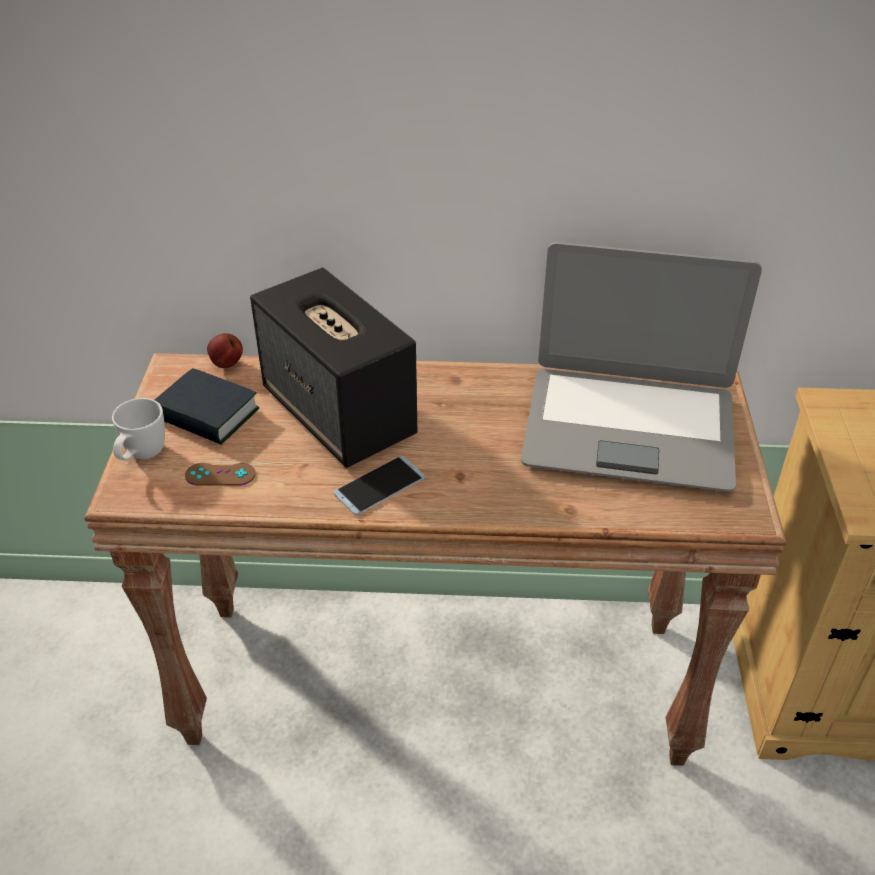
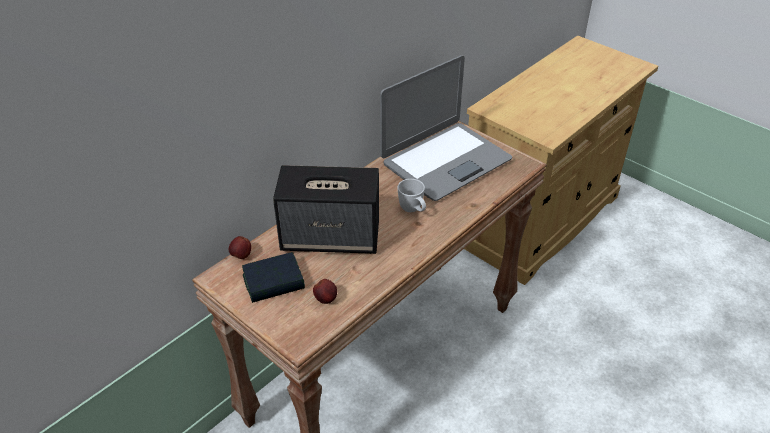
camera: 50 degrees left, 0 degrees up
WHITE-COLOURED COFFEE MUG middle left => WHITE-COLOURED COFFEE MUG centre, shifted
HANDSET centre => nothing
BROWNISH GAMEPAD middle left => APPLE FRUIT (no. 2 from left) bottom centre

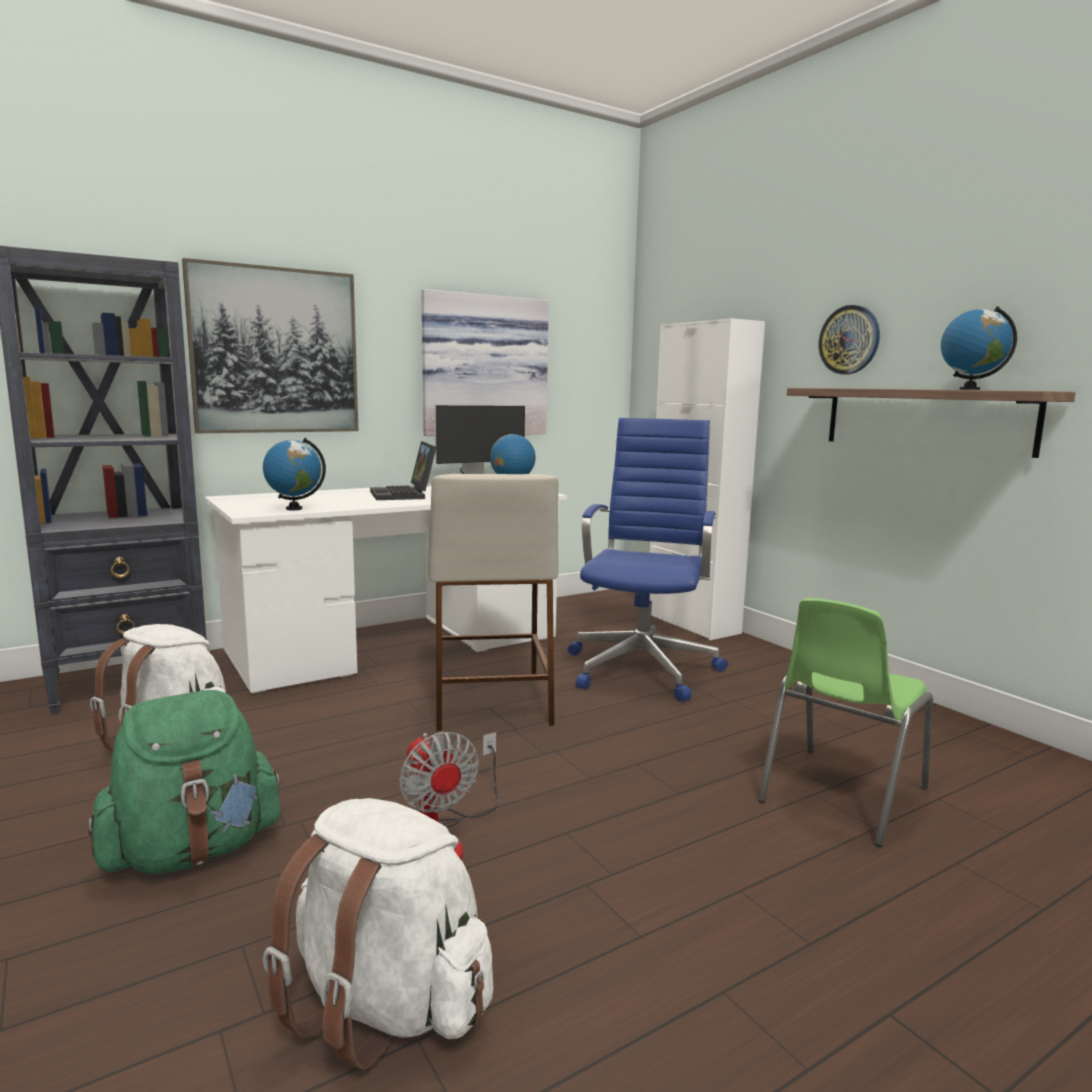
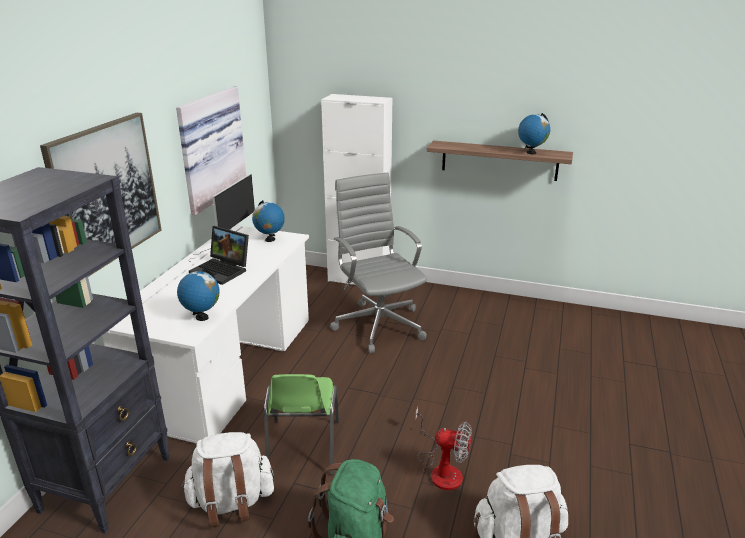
camera: 40 degrees left, 15 degrees up
CLOCK ON THE WALL top right => nothing
BLUE-COLOURED DESK CHAIR centre => GREY DESK CHAIR centre
BEIGE STOOL SEAT centre => nothing
GREEN UPRIGHT CHAIR middle right => GREEN UPRIGHT CHAIR bottom centre, shifted

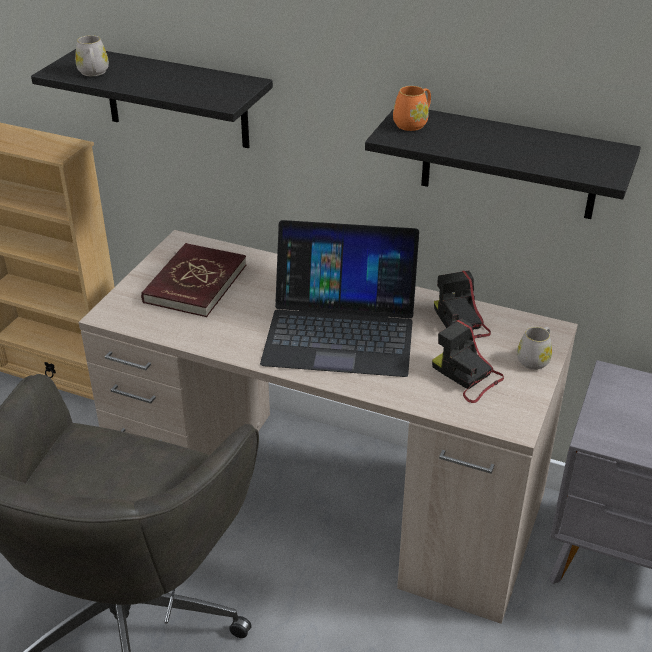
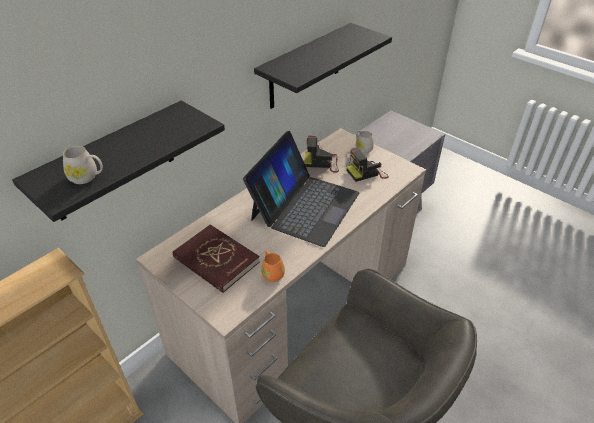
camera: 70 degrees left, 5 degrees up
ORANGE-COLOURED COFFEE MUG top centre => ORANGE-COLOURED COFFEE MUG centre, shifted

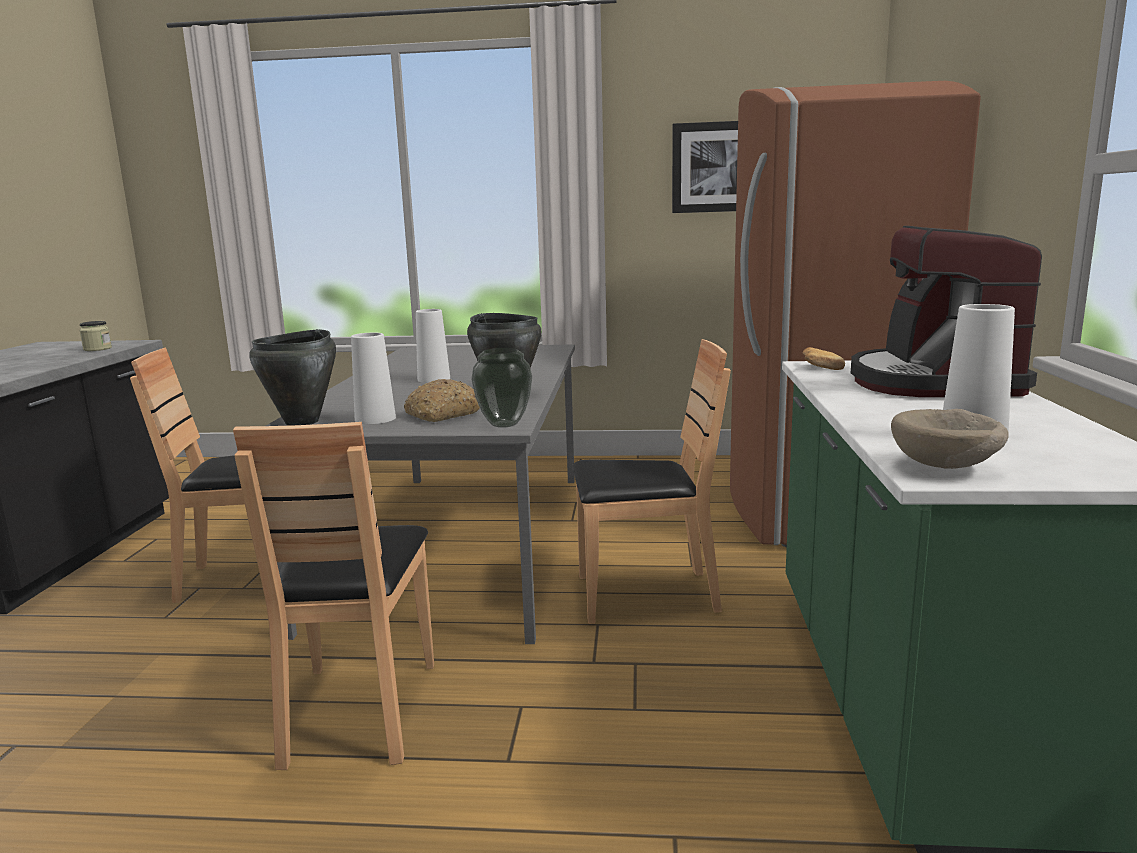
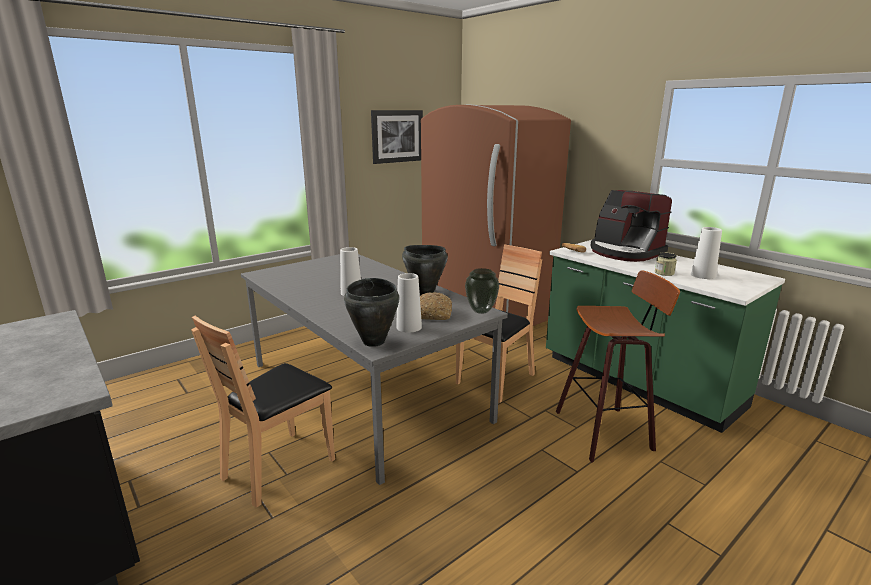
camera: 45 degrees left, 5 degrees up
PRESERVE JAR middle left => PRESERVE JAR middle right, shifted
BEIGE BOWL middle right => nothing
BROWNISH UPRIGHT CHAIR (no. 2 from left) bottom left => nothing
nothing => STOOL SEAT middle right

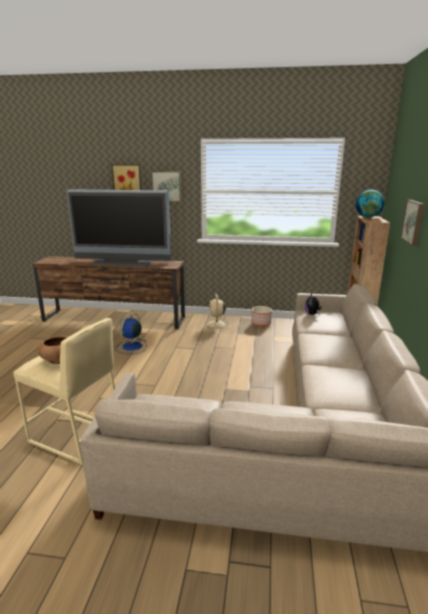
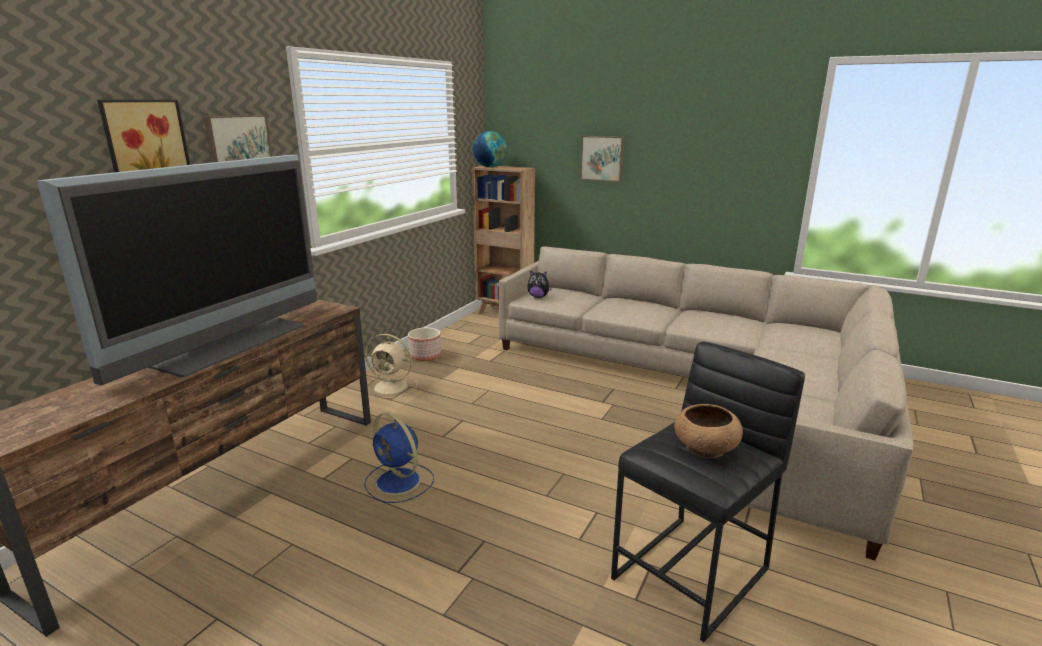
camera: 70 degrees left, 0 degrees up
BEIGE STOOL SEAT middle left => BLACK-COLOURED STOOL SEAT bottom right

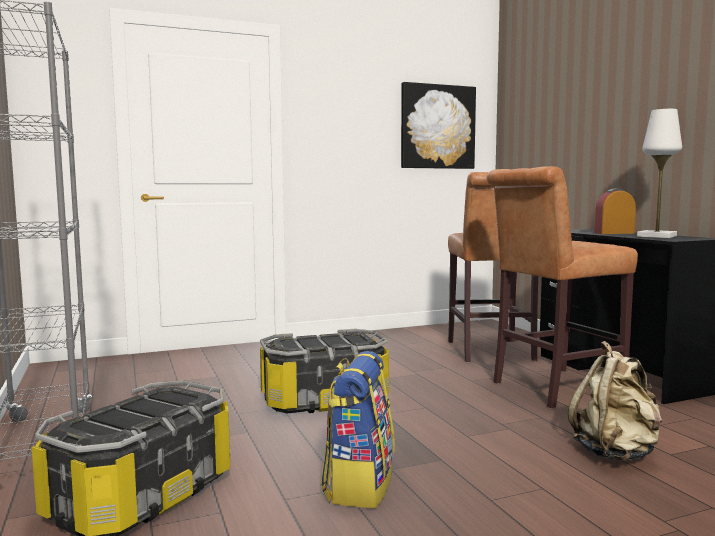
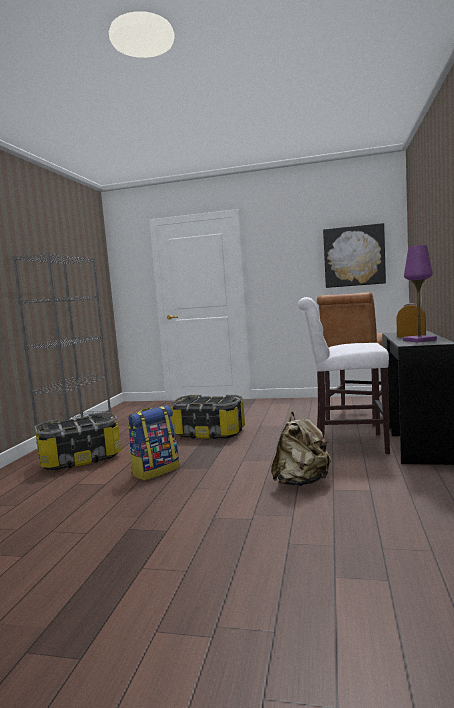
camera: 35 degrees right, 0 degrees up
WHITE-COLOURED TABLETOP LAMP top right => PURPLISH TABLETOP LAMP middle right
BROWNISH STOOL SEAT (no. 2 from left) middle right => WHITE-COLOURED STOOL SEAT middle right

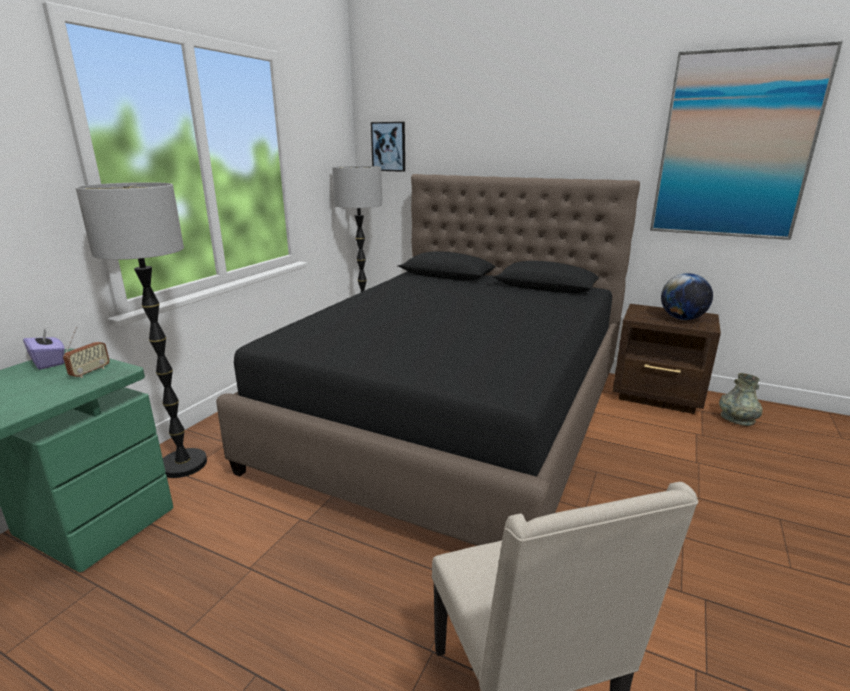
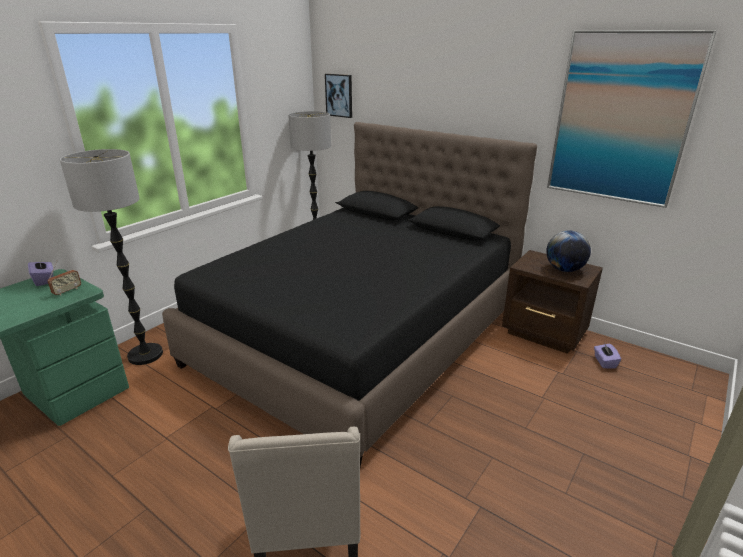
camera: 10 degrees right, 5 degrees up
GREY FLOWER VASE middle right => PURPLISH BOX OF TISSUES (no. 2 from left) middle right

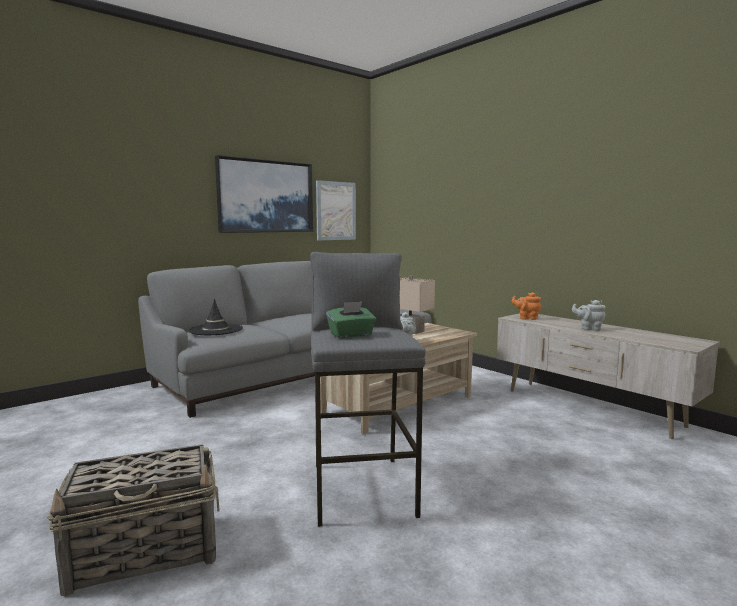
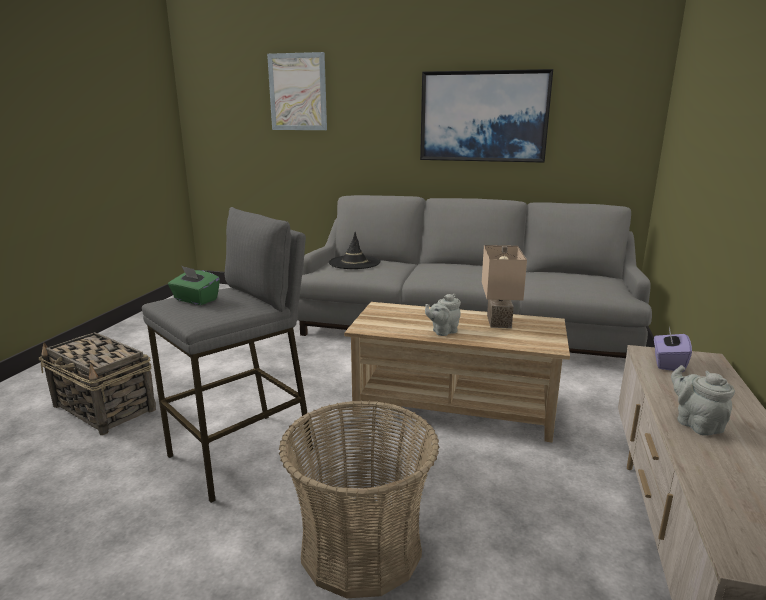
camera: 55 degrees right, 10 degrees up
PICTURE (no. 2 from left in the first image) centre => PICTURE (no. 1 from left) top centre, shifted
ORANGE-COLOURED POT FOR TEA middle right => PURPLISH BOX OF TISSUES middle right
nothing => STORAGE BASKET (no. 2 from left) bottom centre

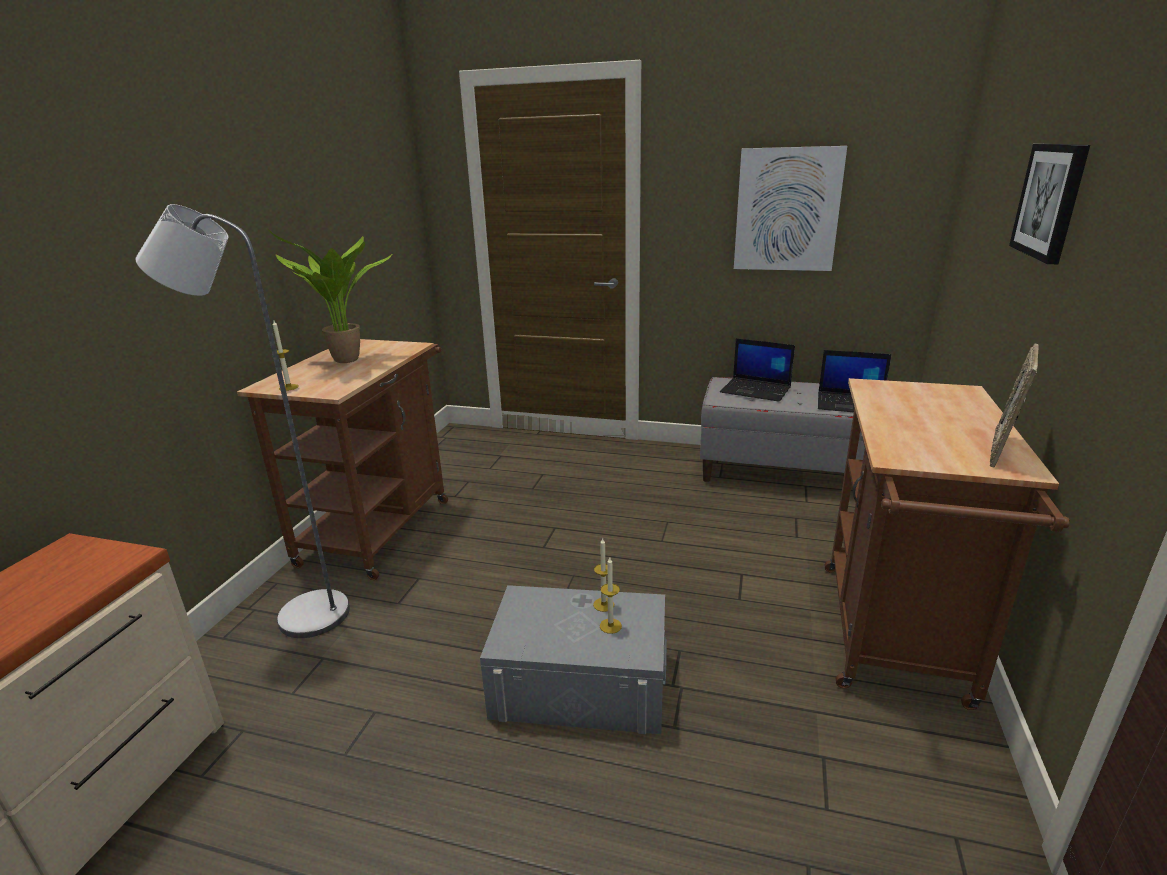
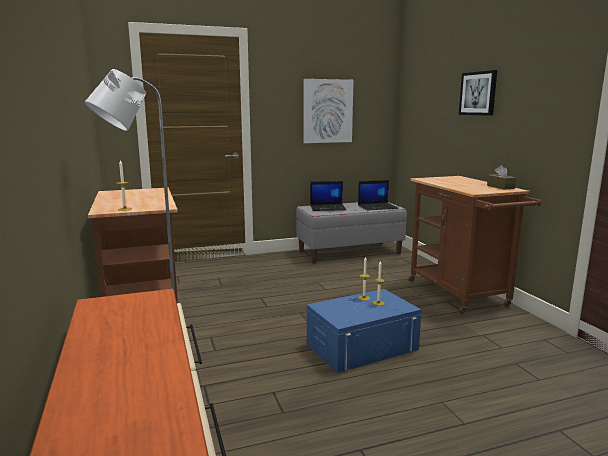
camera: 35 degrees left, 10 degrees down
PLANT IN A POT middle left => nothing
PHOTO FRAME middle right => BROWNISH BOX OF TISSUES middle right
GREY STORAGE BOX bottom centre => BLUE-COLOURED STORAGE BOX bottom centre

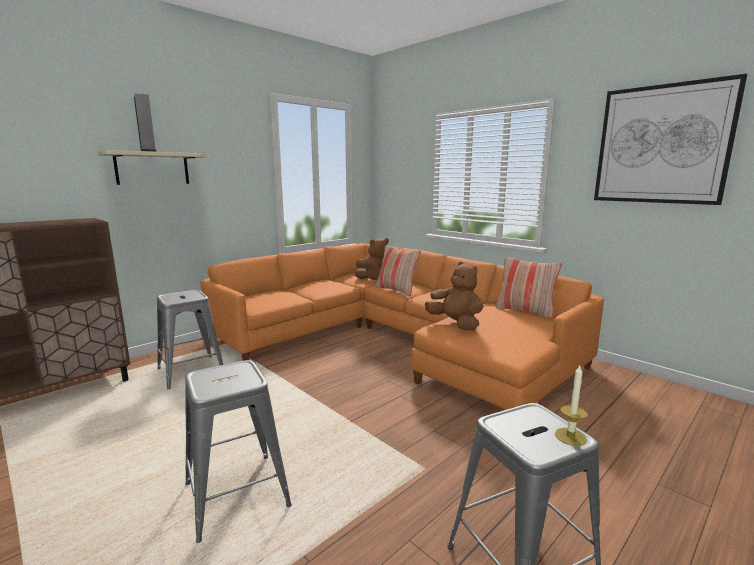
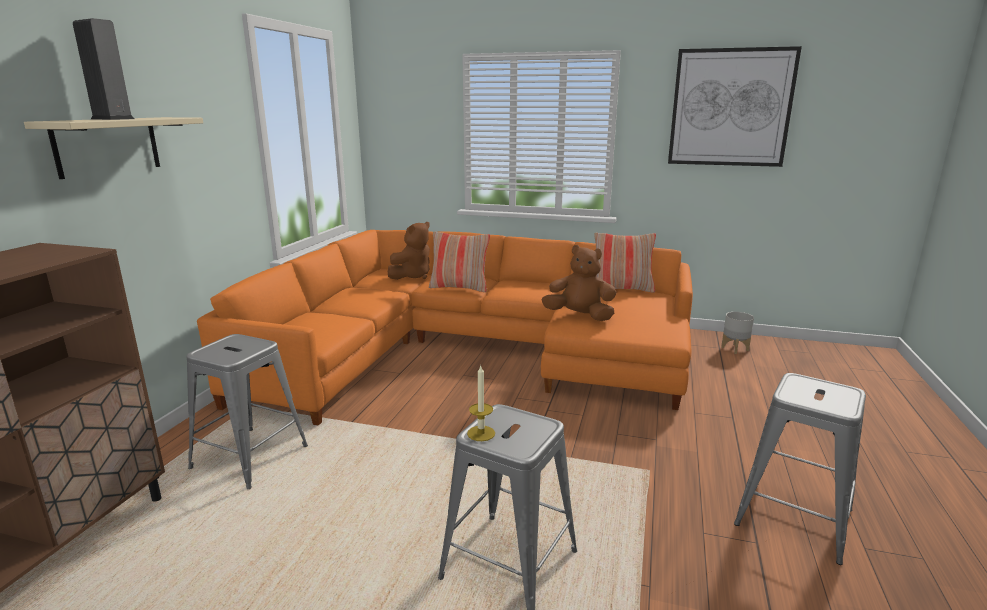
camera: 30 degrees left, 5 degrees up
WAX LIGHT bottom right => WAX LIGHT centre, shifted
nothing => GREY FLOWER POT middle right

